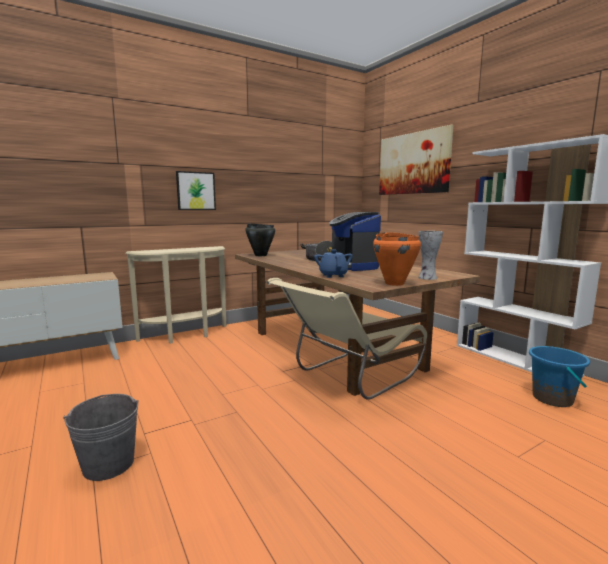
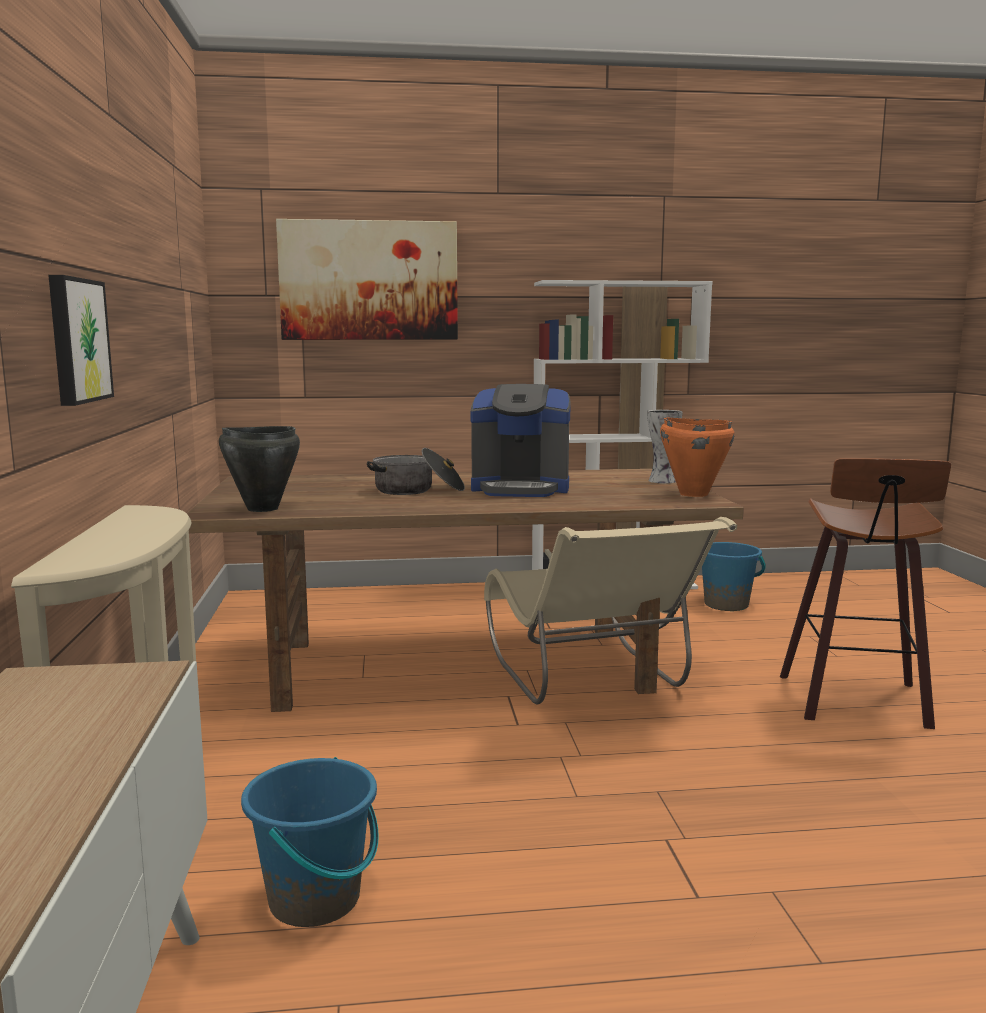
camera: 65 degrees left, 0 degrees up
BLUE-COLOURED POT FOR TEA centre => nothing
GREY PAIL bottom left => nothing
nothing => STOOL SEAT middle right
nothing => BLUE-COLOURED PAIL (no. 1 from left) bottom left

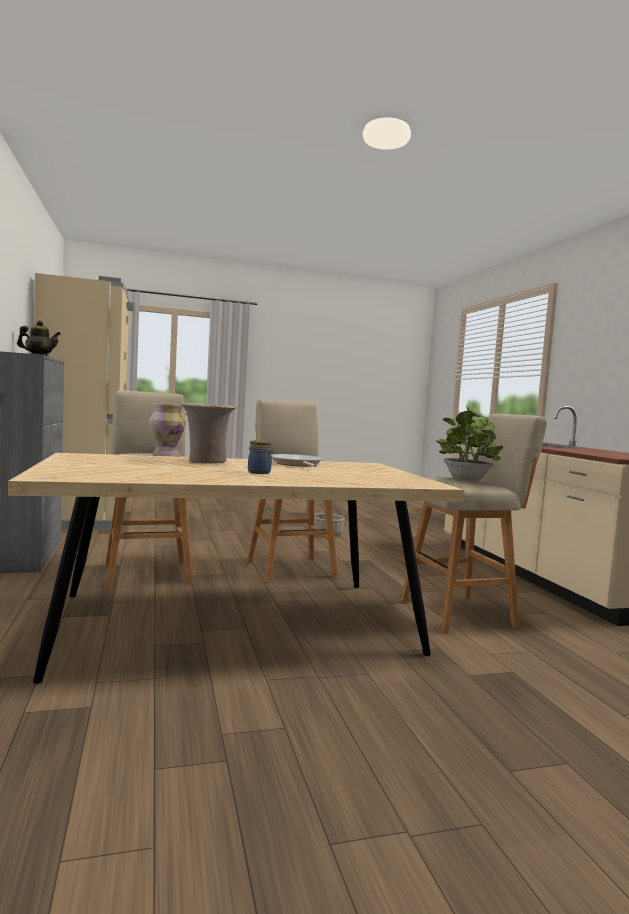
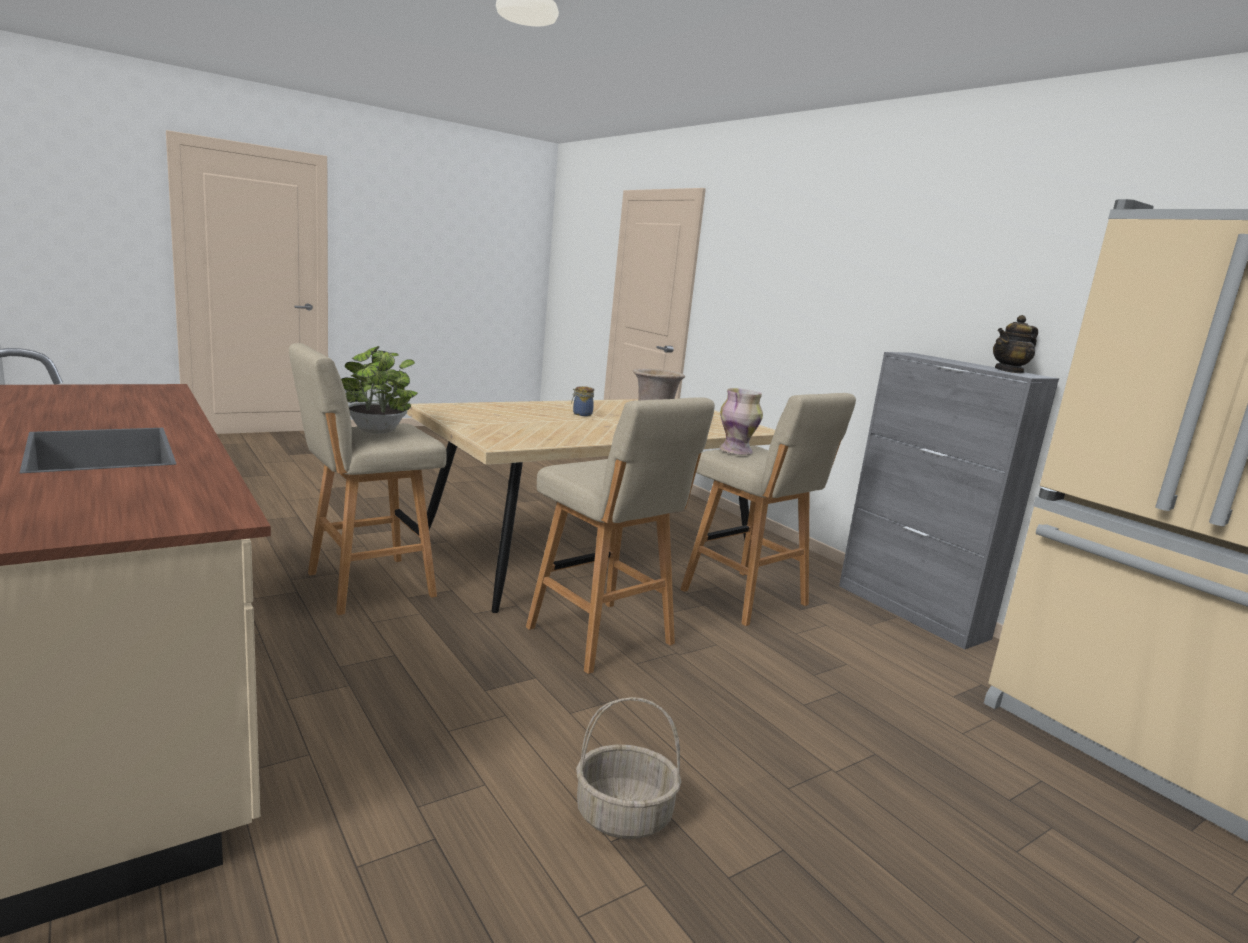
camera: 160 degrees right, 10 degrees up
PAN centre => nothing

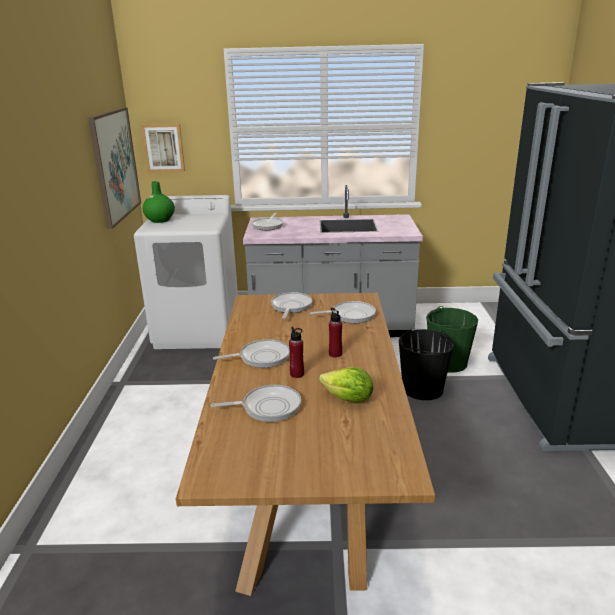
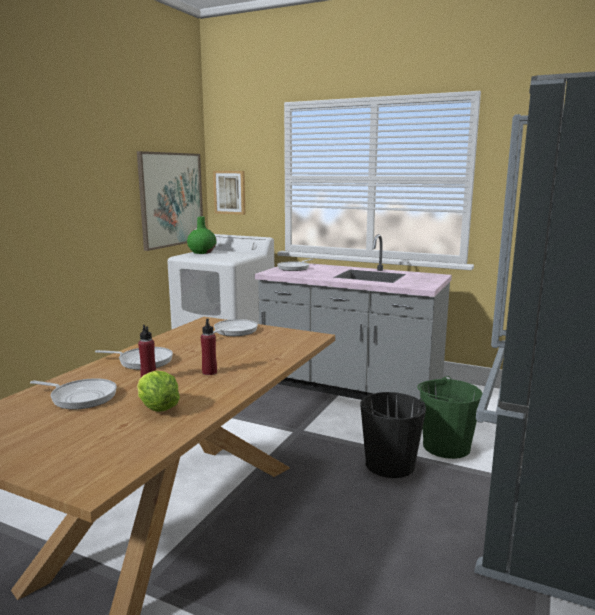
camera: 25 degrees right, 10 degrees down
PAN (no. 5 from left) centre => nothing

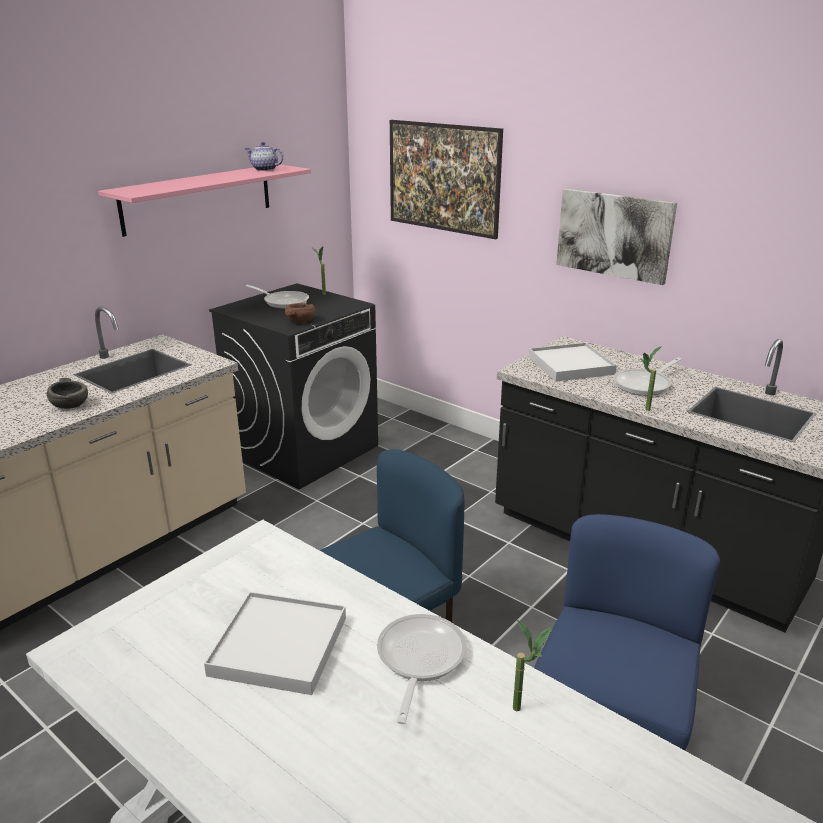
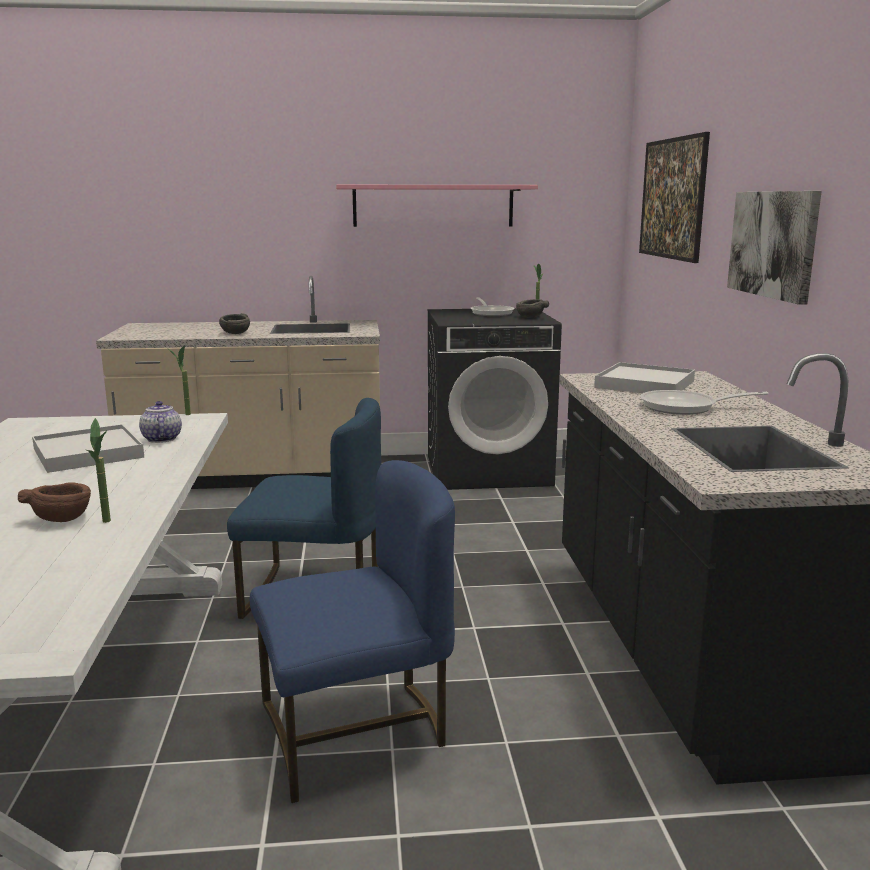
camera: 45 degrees right, 10 degrees down
POT FOR TEA top left => POT FOR TEA middle left, shifted
BROWNISH BOWL centre => BROWNISH BOWL middle left, shifted
PLANT IN A POT (no. 3 from left in the first image) middle right => PLANT IN A POT (no. 2 from left) middle left, shifted
PAN (no. 2 from left) bottom centre => nothing
nothing => GREY BOWL (no. 2 from left) centre

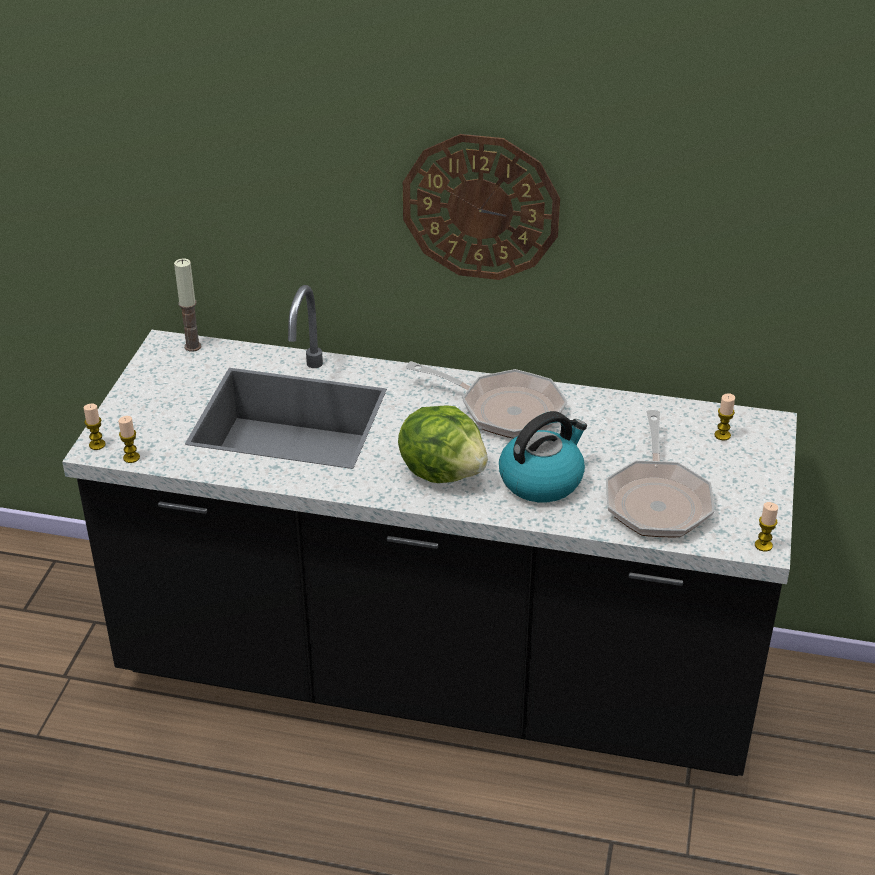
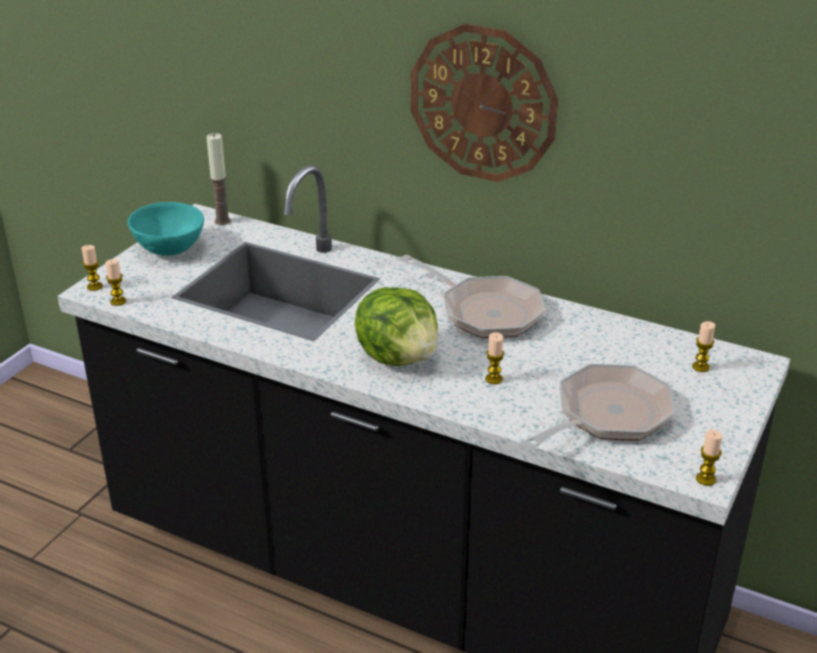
camera: 15 degrees right, 5 degrees down
PAN (no. 2 from left) middle right, 150 degrees counterclockwise
TEA KETTLE centre => WAX LIGHT (no. 4 from left) centre
nothing => TURQUOISE BOWL middle left

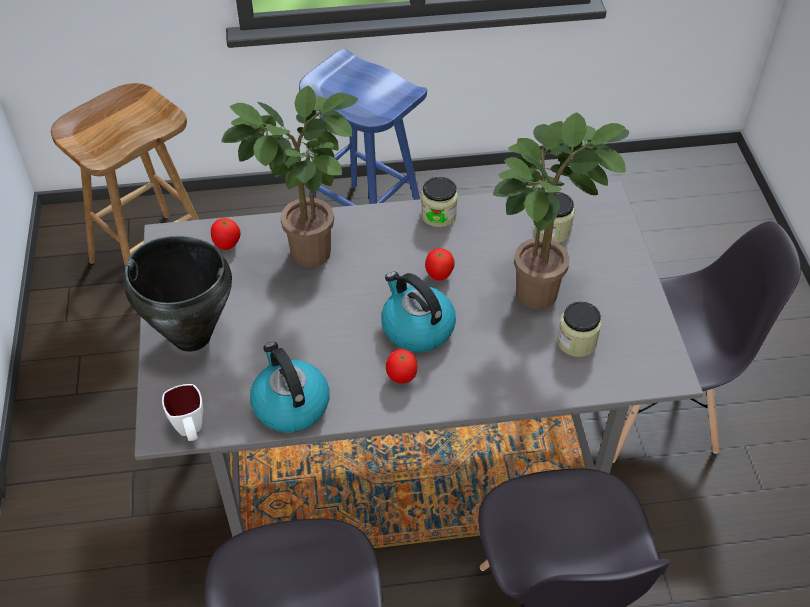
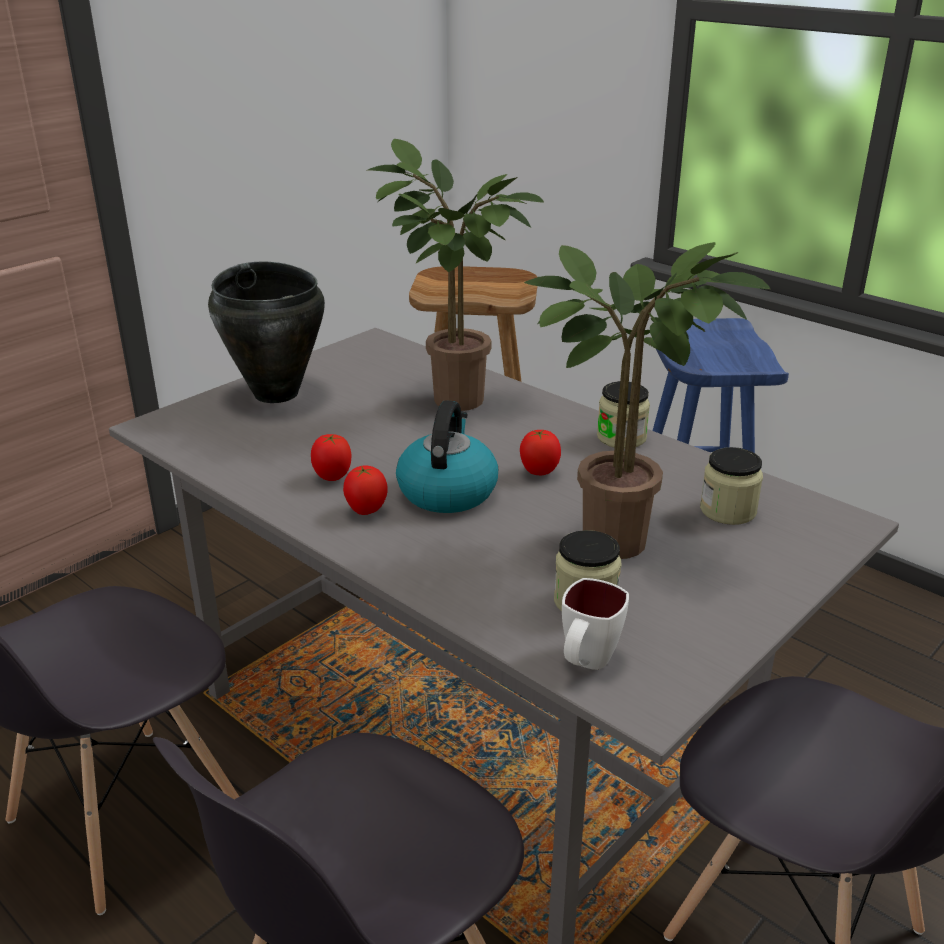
camera: 50 degrees right, 20 degrees down
FRESH TOMATO (no. 1 from left) middle left => FRESH TOMATO (no. 1 from left) centre, shifted
TEA KETTLE (no. 1 from left) centre => nothing
WHITE-COLOURED COFFEE MUG bottom left => WHITE-COLOURED COFFEE MUG centre, shifted

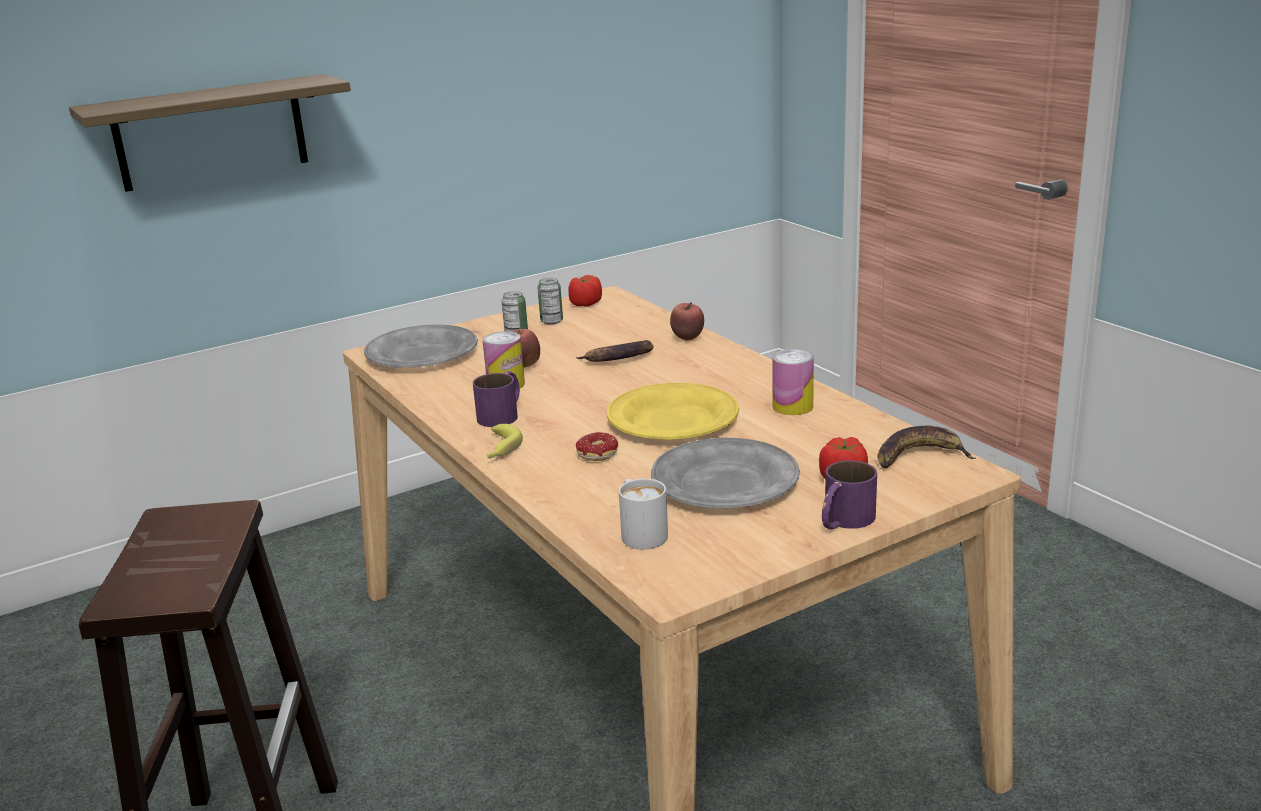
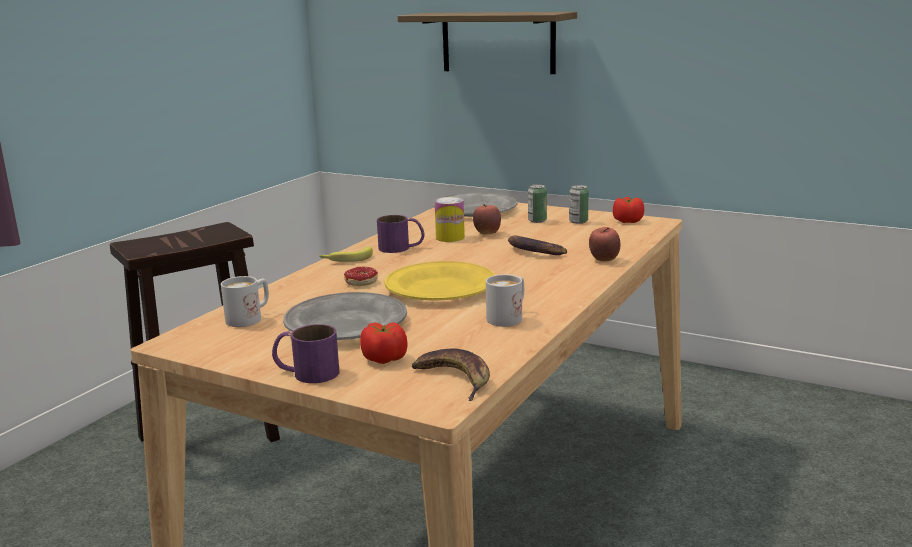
camera: 60 degrees right, 5 degrees down
METAL CAN (no. 4 from left) centre => WHITE-COLOURED COFFEE MUG (no. 2 from left) centre

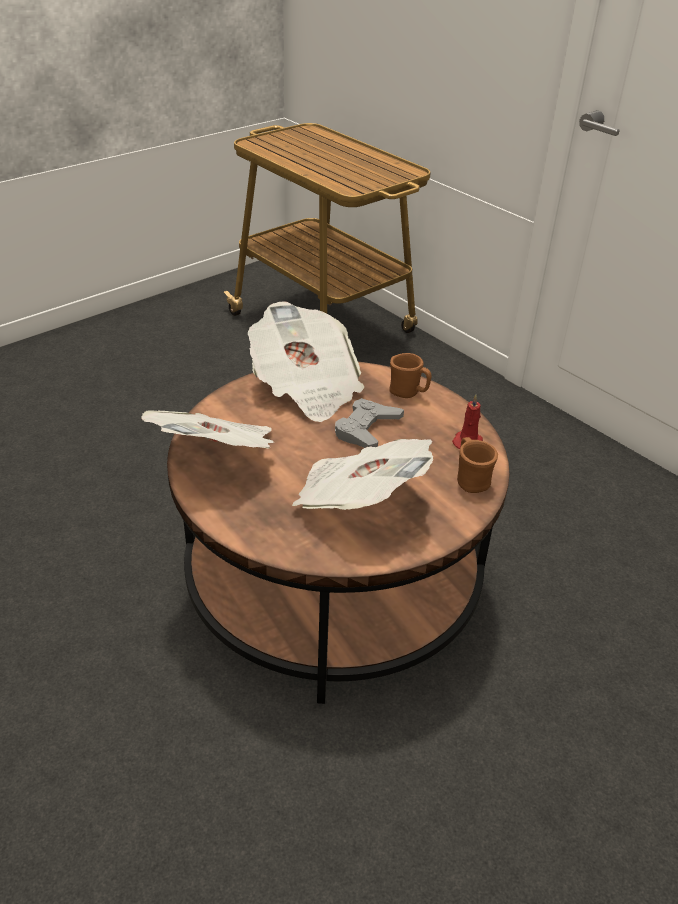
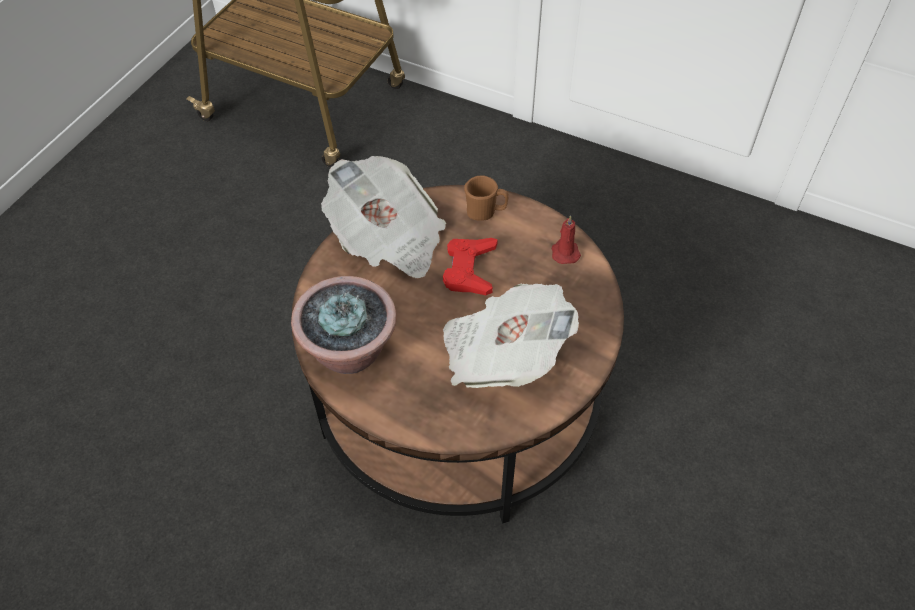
camera: 20 degrees left, 15 degrees up
GREY GAMEPAD centre => RED-COLOURED GAMEPAD centre
NEWSPAPER (no. 1 from left) middle left => PLANT IN A POT centre
BROWNISH COFFEE MUG (no. 2 from left) middle right => nothing

